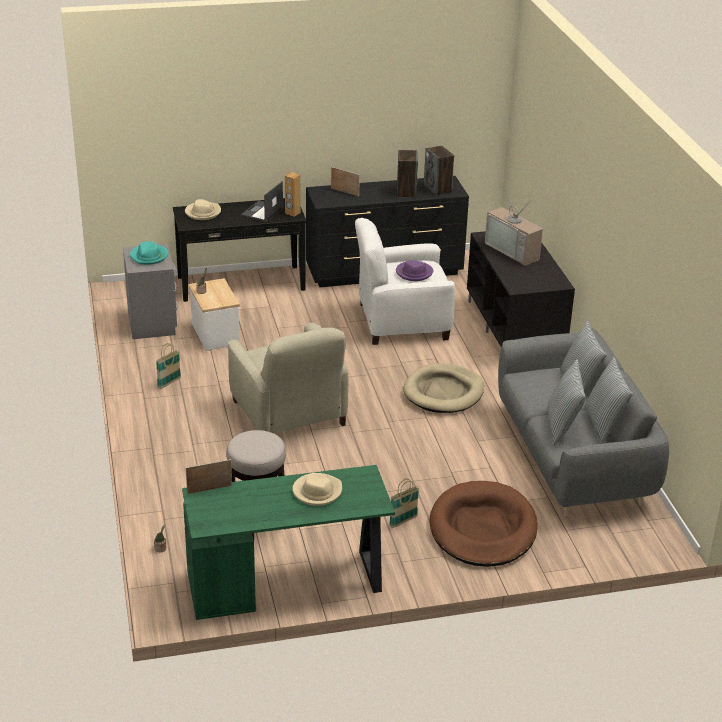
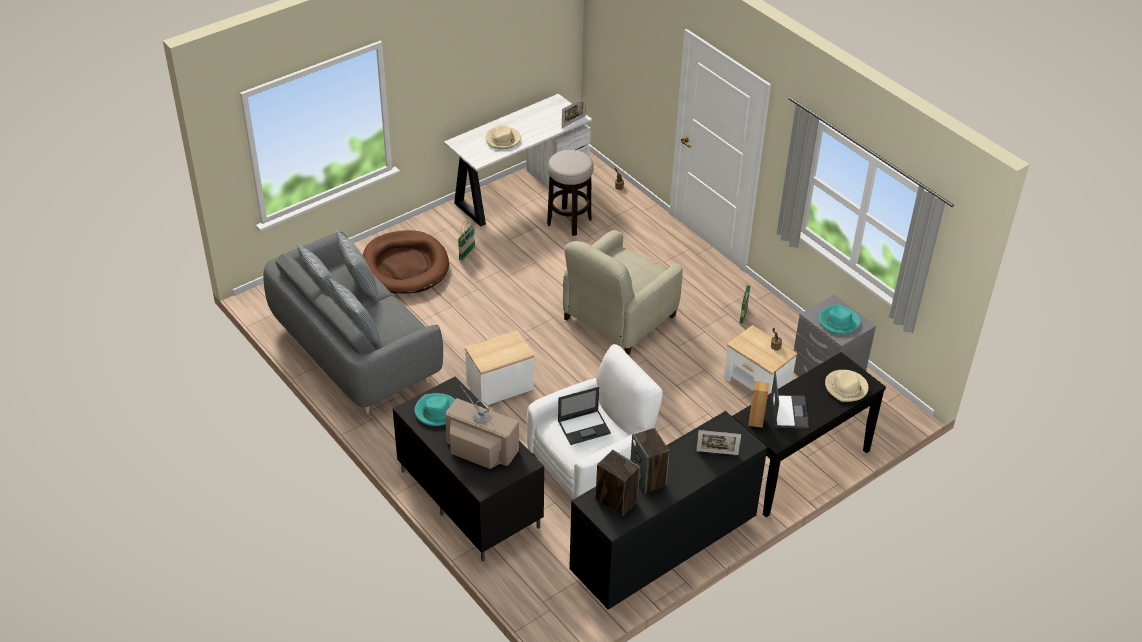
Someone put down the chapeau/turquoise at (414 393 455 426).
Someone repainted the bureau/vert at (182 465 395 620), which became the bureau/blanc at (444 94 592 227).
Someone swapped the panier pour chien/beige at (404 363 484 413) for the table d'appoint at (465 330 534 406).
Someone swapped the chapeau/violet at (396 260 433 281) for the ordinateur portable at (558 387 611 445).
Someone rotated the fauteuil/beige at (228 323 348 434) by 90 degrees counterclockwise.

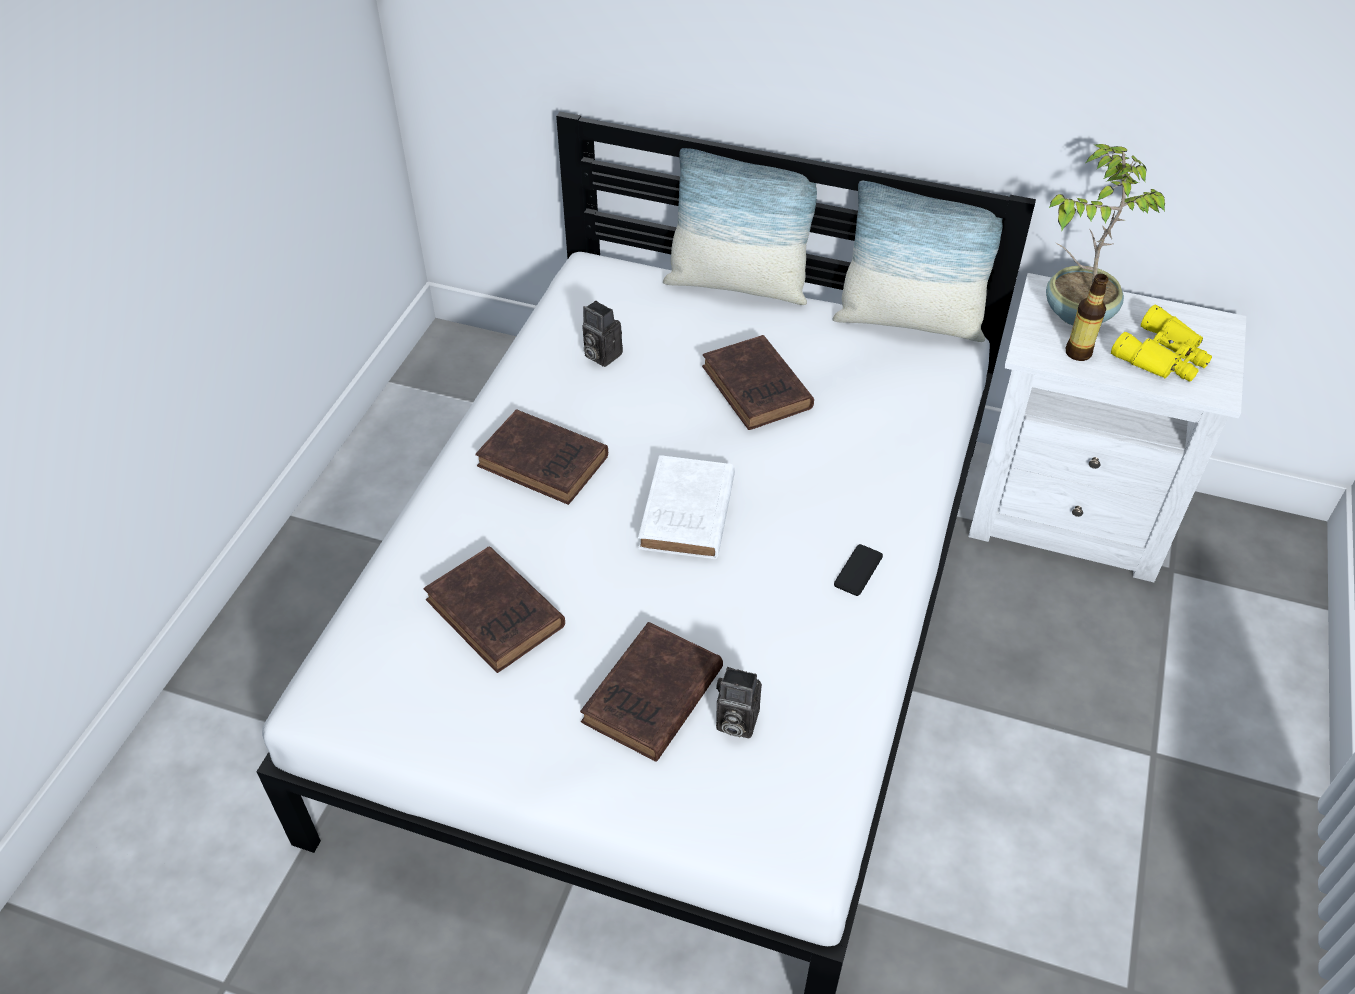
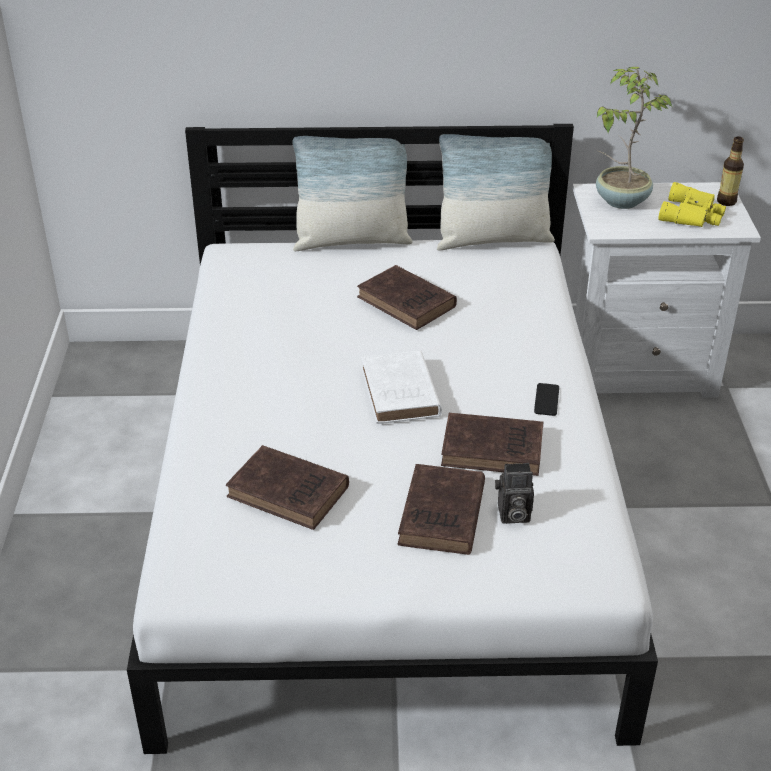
Someone carried the livre/marron from (475 409 608 505) to (441 413 543 476).
Someone carried the bouteille from (1066 274 1109 361) to (717 136 744 206).
Someone took away the appareil photo at (582 301 623 367).

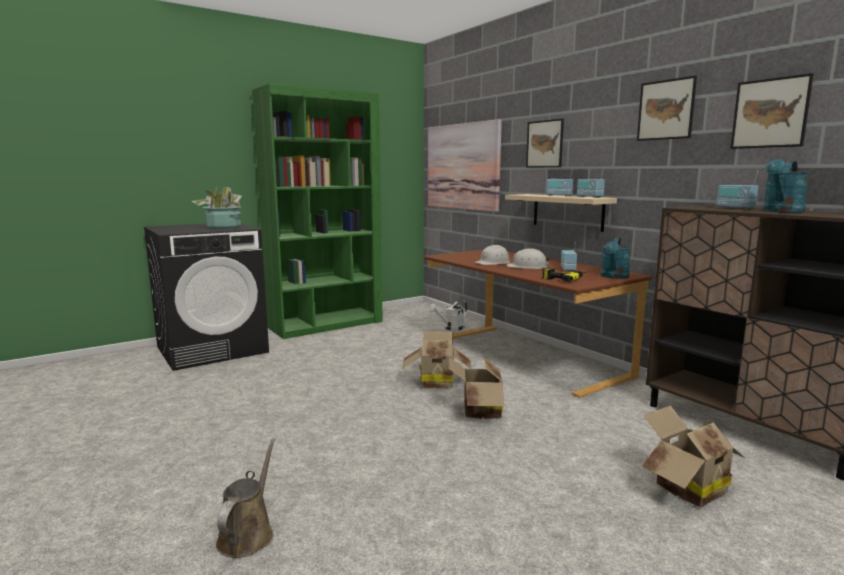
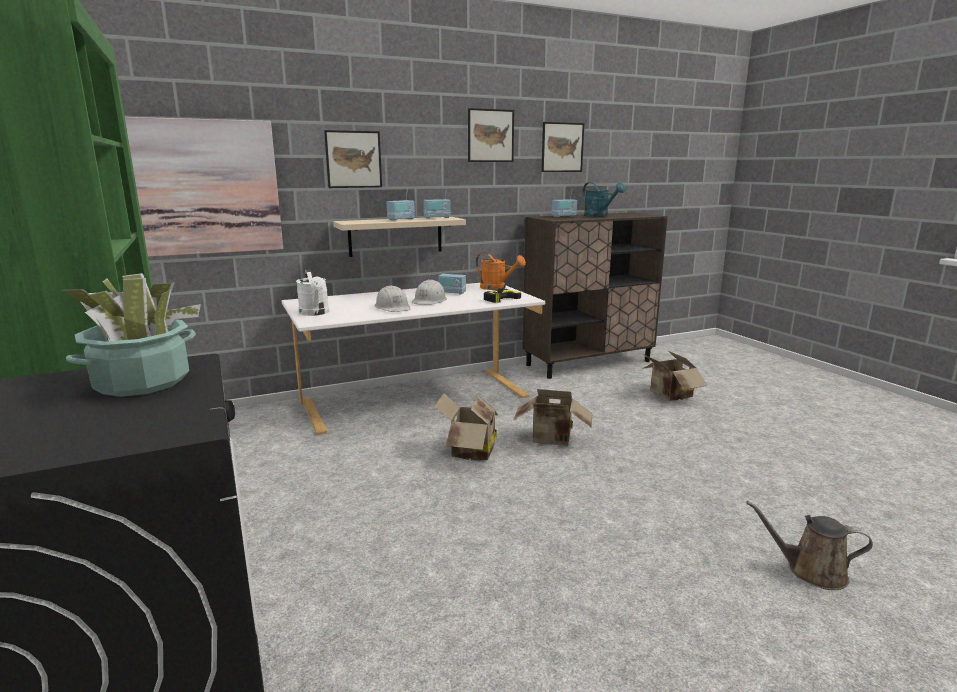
Someone repainted the bureau/marron at (424 250 652 398), which became the bureau/blanc at (282 283 545 435).
Someone carried the arrosoir/blanc from (429 300 467 331) to (296 269 329 316).
Someone repainted the arrosoir/turquoise at (601 237 631 279), which became the arrosoir/orange at (476 252 526 290).

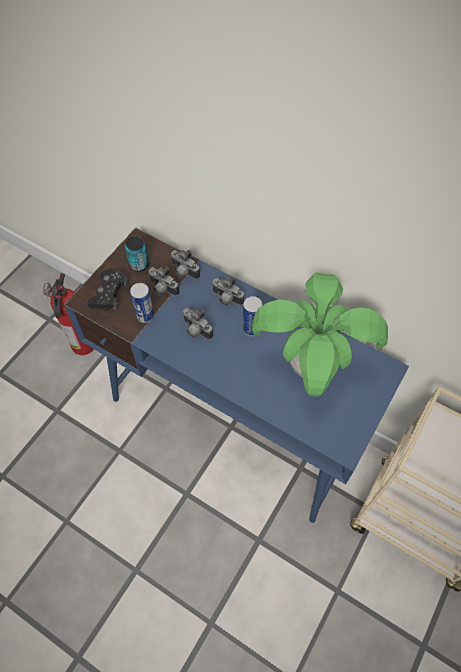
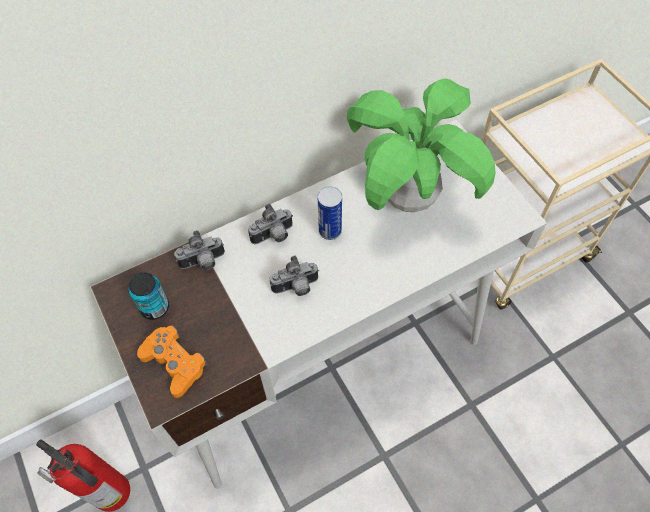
Someone repainted the bureau/bleu at (64 227 409 523), which became the bureau/blanc at (90 120 547 489).
Someone repainted the manette/noir at (87 269 129 311), which became the manette/orange at (137 326 208 398).
Someone took away the boîte métallique at (130 283 154 323).
Someone took away the appareil photo at (148 267 179 296).

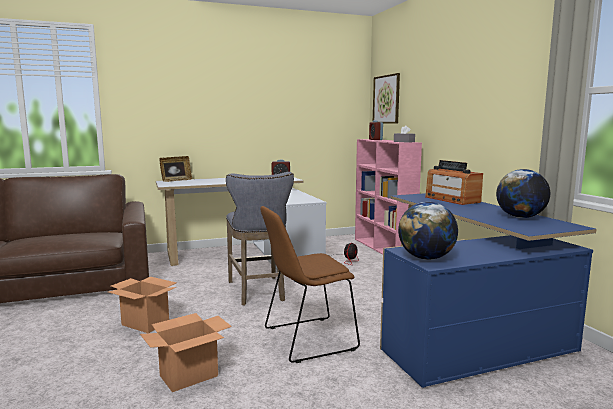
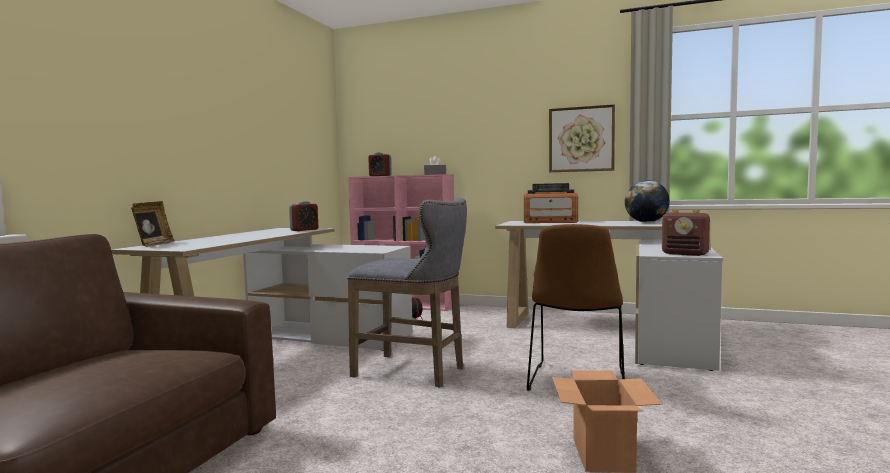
Someone repainted the bureau/bleu at (380 193 596 388), which became the bureau/blanc at (495 221 723 371).
Someone carried the tableau from (373 73 400 124) to (549 104 615 172).
Someone swapped the globe at (398 202 458 260) for the radio at (662 210 710 256).
Someone took away the carton at (109 277 177 333).

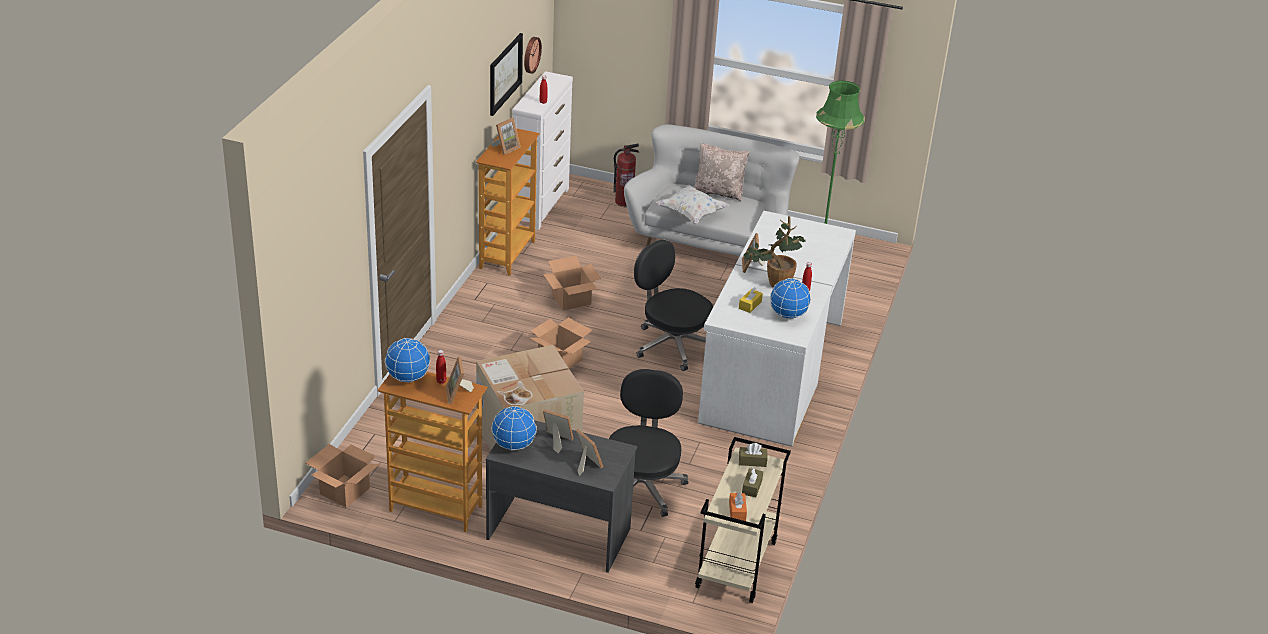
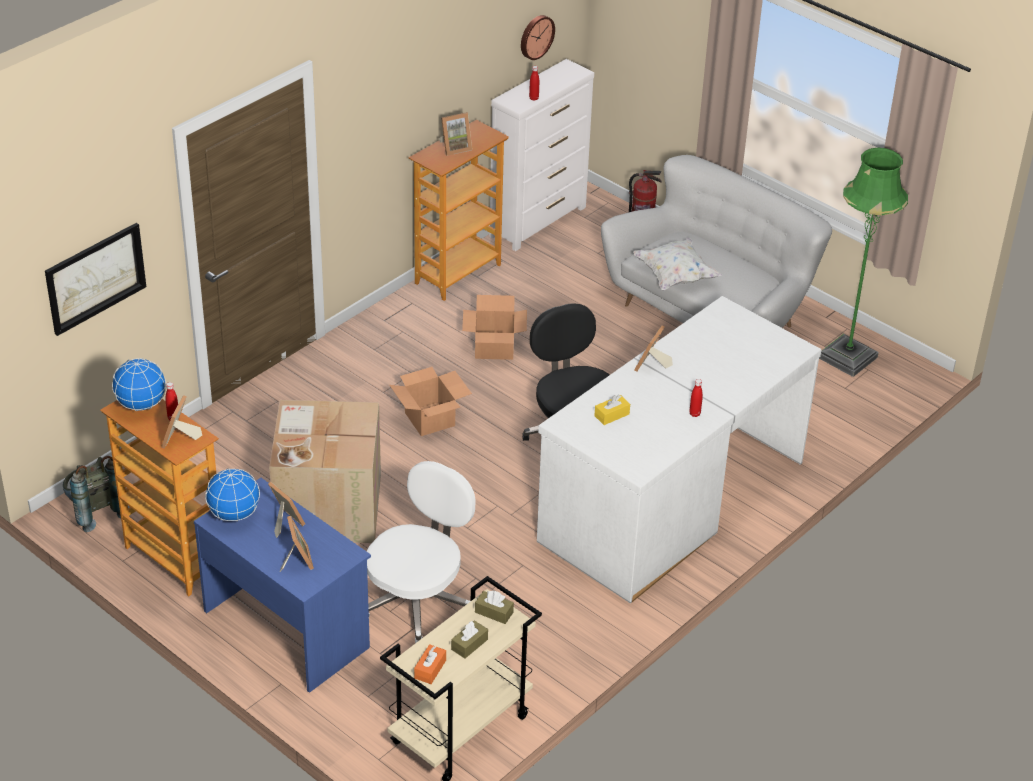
Someone carried the tableau from (490 33 523 116) to (45 223 146 336).
Someone swapped the carton at (306 444 380 508) for the sac à dos/gris at (63 456 129 532).
Someone repainted the bureau/gris at (486 420 637 573), which became the bureau/bleu at (194 478 371 693).
Someone repainted the chaise de bureau/noir at (609 369 688 517), which became the chaise de bureau/blanc at (367 461 475 643).
Someone took away the coussin/beige at (694 143 750 202).
Someone took away the plante en pot at (743 216 806 287).
Someone took away the globe at (770 278 811 319).

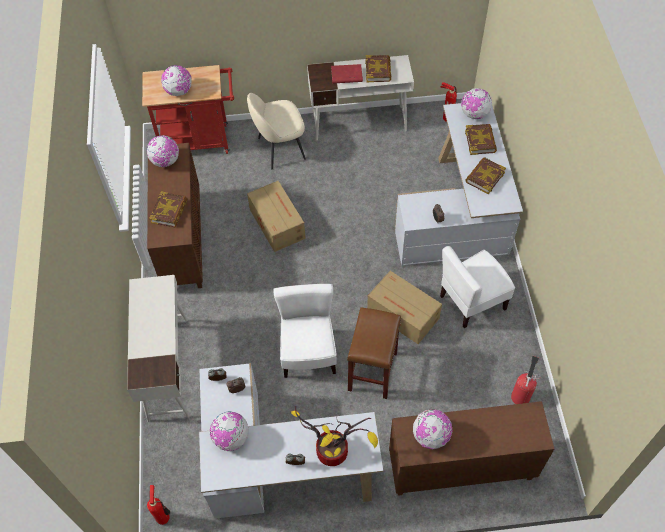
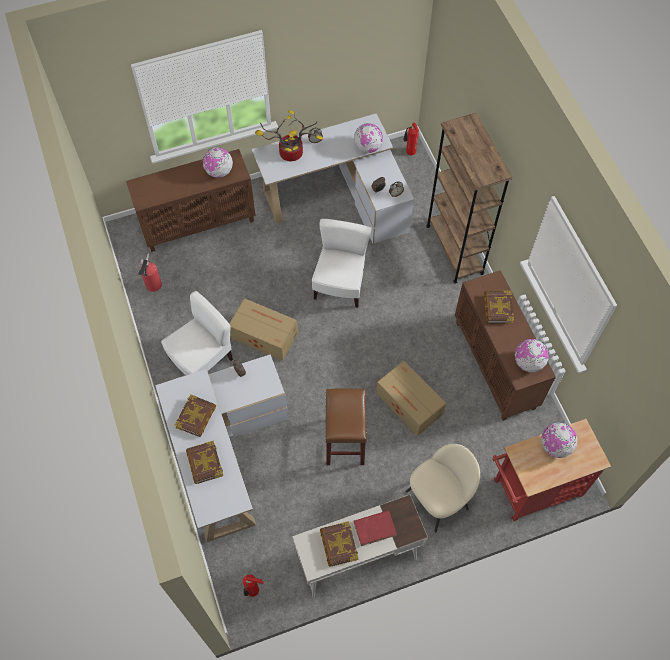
Someone rotated the chaise/blanc at (273 284 337 378) by 150 degrees counterclockwise.
Someone carried the tabouret/marron from (347 307 401 399) to (325 388 367 465).
Someone swapped the bureau/blanc at (127 275 190 422) for the bibliothèque/marron at (426 113 512 284).
Someone took away the globe at (461 88 492 119).

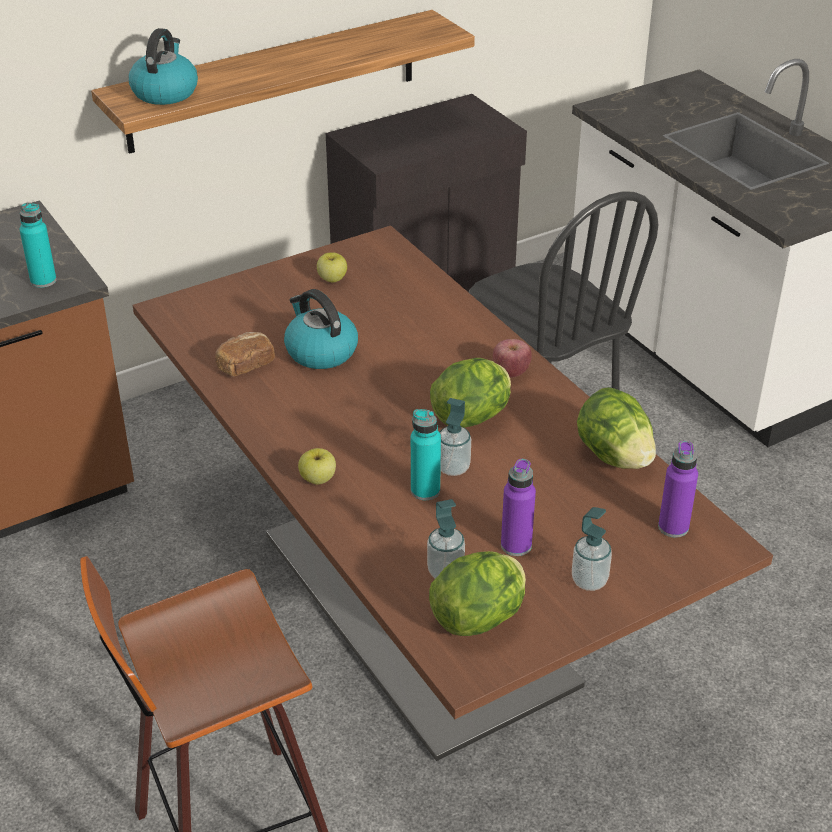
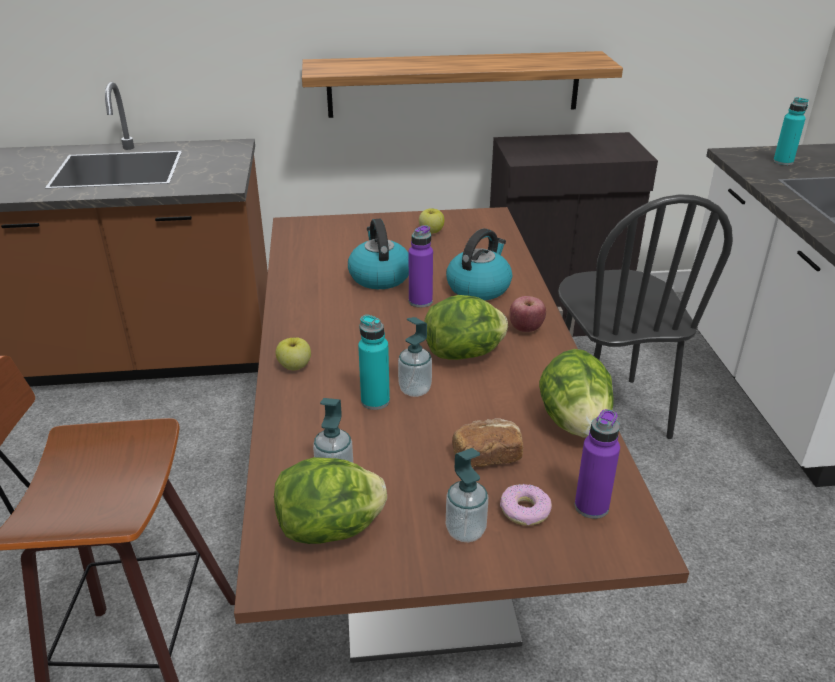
Someone carried the bouteille/violet from (501 459 536 556) to (409 225 433 308).
Someone carried the bouilloire from (129 28 198 105) to (446 228 512 300).
Someone carried the pain from (215 332 275 376) to (452 418 523 467).
Someone put down the beignet at (500 484 552 526).
Someone carried the bouteille/turquoise from (19 203 57 288) to (773 97 809 165).

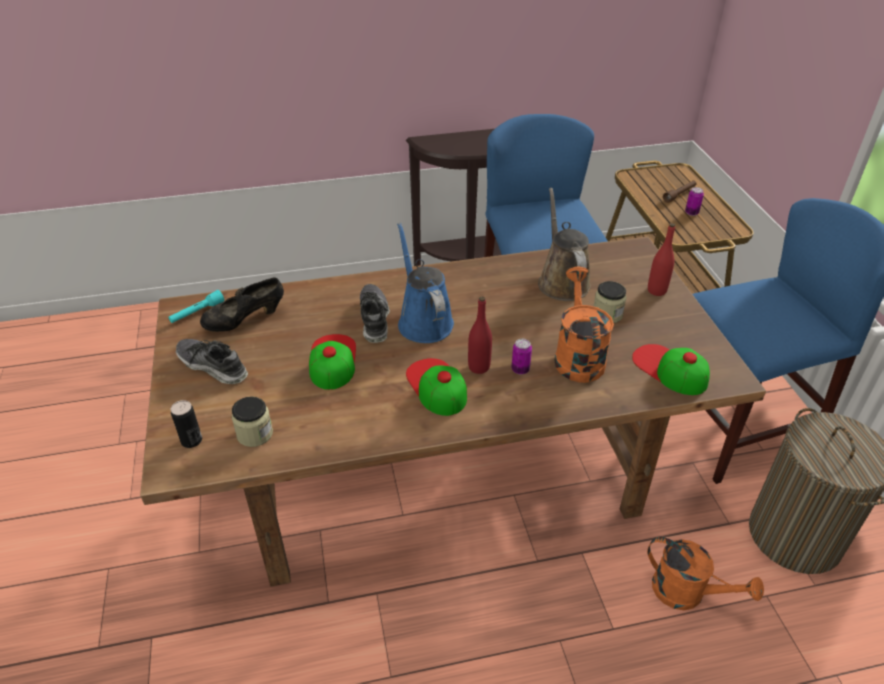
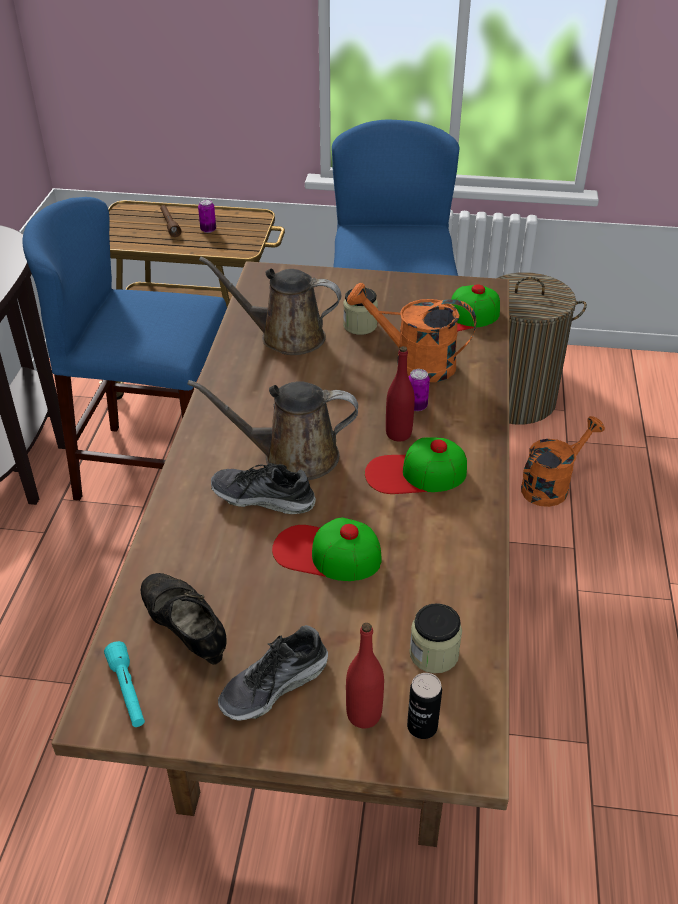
Someone rotated the chaussure/noir at (200 278 284 332) by 150 degrees clockwise.
Someone repainted the arrosoir/bleu at (397 223 454 343), which became the arrosoir/marron at (187 380 358 480).
Someone carried the bouteille/rouge from (648 223 675 296) to (346 623 384 729).

